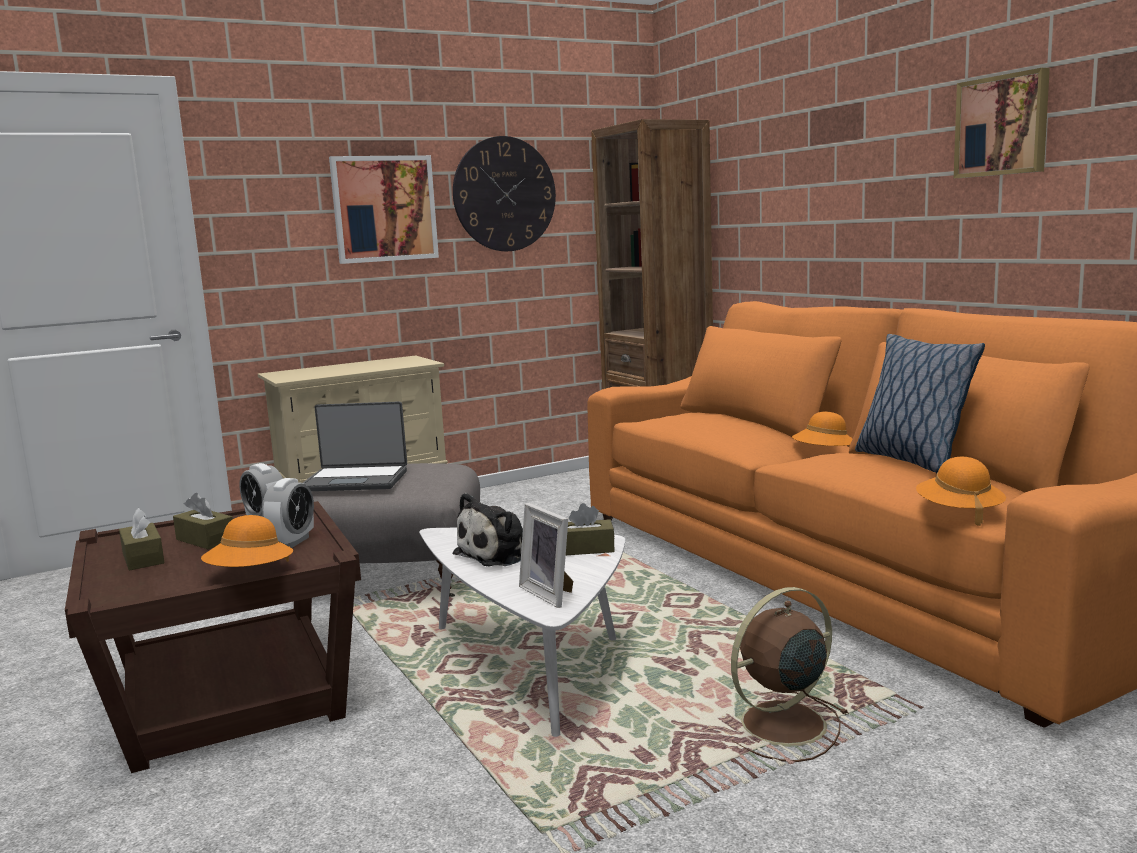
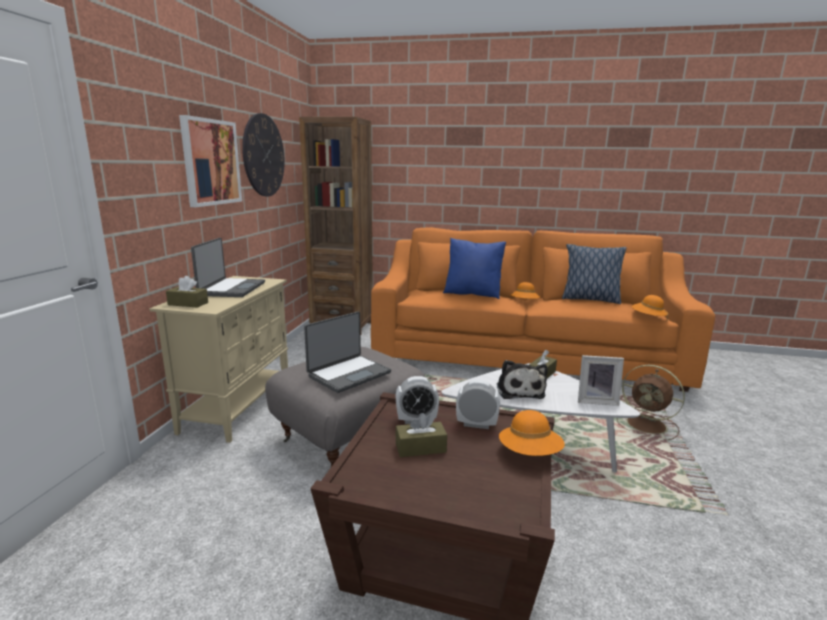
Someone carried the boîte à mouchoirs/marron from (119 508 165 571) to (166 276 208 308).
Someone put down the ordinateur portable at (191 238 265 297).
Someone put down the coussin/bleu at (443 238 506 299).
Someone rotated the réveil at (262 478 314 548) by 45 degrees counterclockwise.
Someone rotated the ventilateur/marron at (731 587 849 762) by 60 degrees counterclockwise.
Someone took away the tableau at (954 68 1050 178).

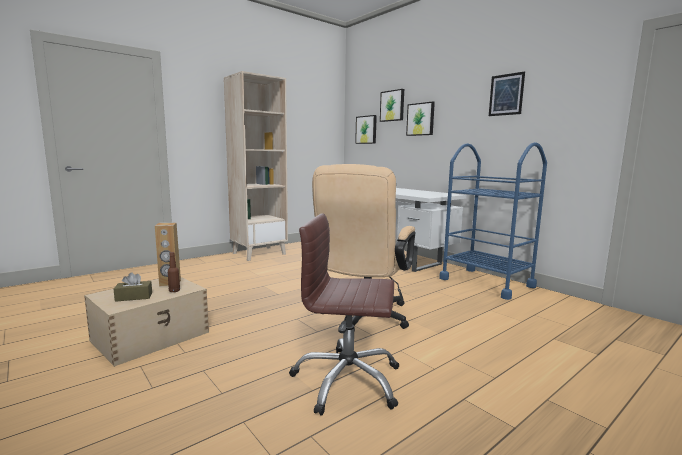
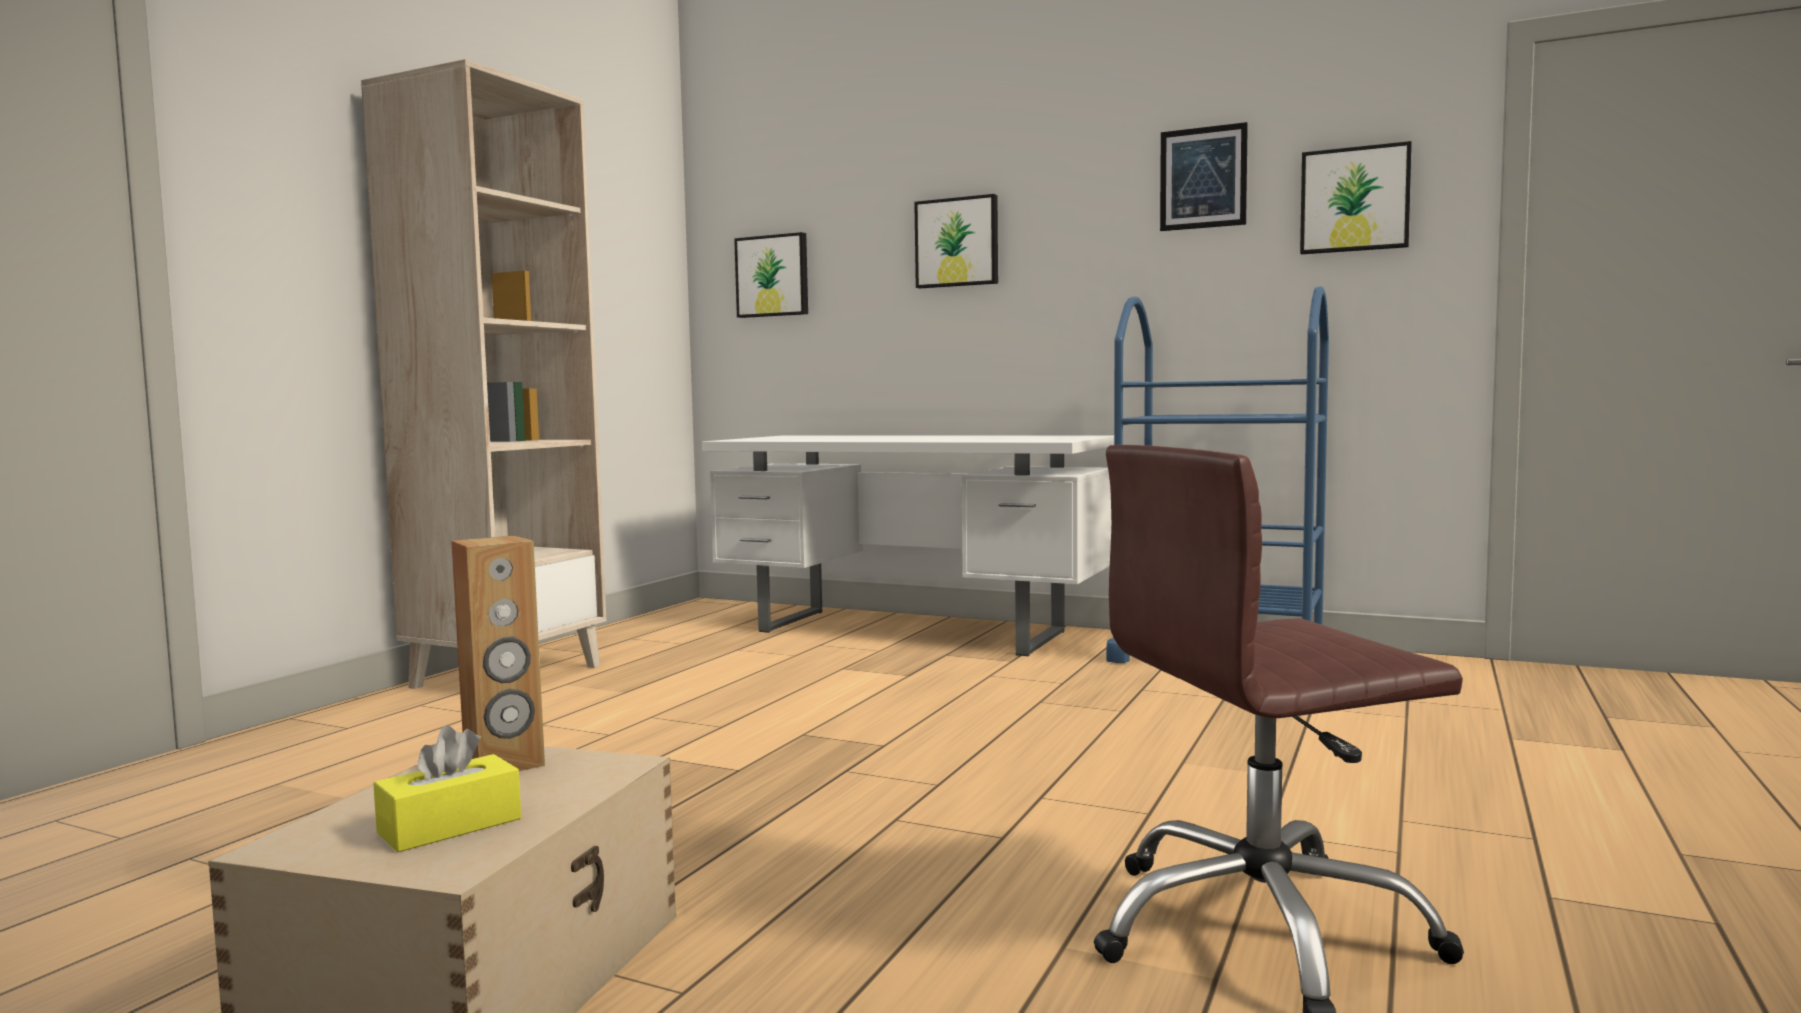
Someone repainted the boîte à mouchoirs/marron at (114 272 152 302), which became the boîte à mouchoirs/jaune at (373 726 521 852).
Someone carried the tableau from (380 89 404 122) to (1300 141 1412 254).
Someone took away the bouteille/marron at (168 252 180 292).
Someone took away the chaise de bureau/beige at (312 164 415 331).

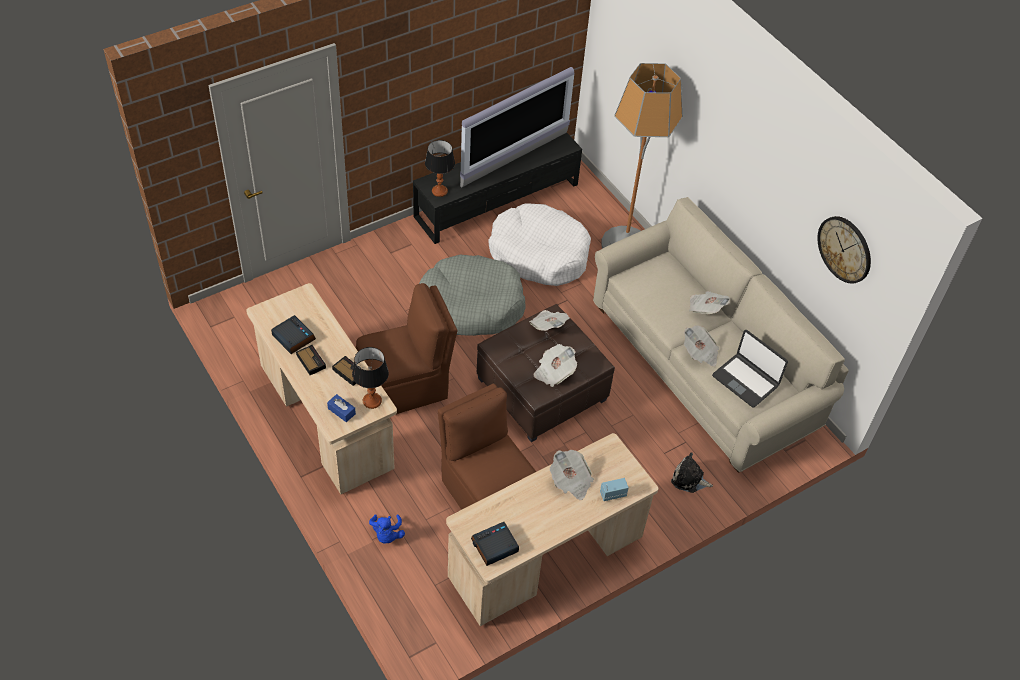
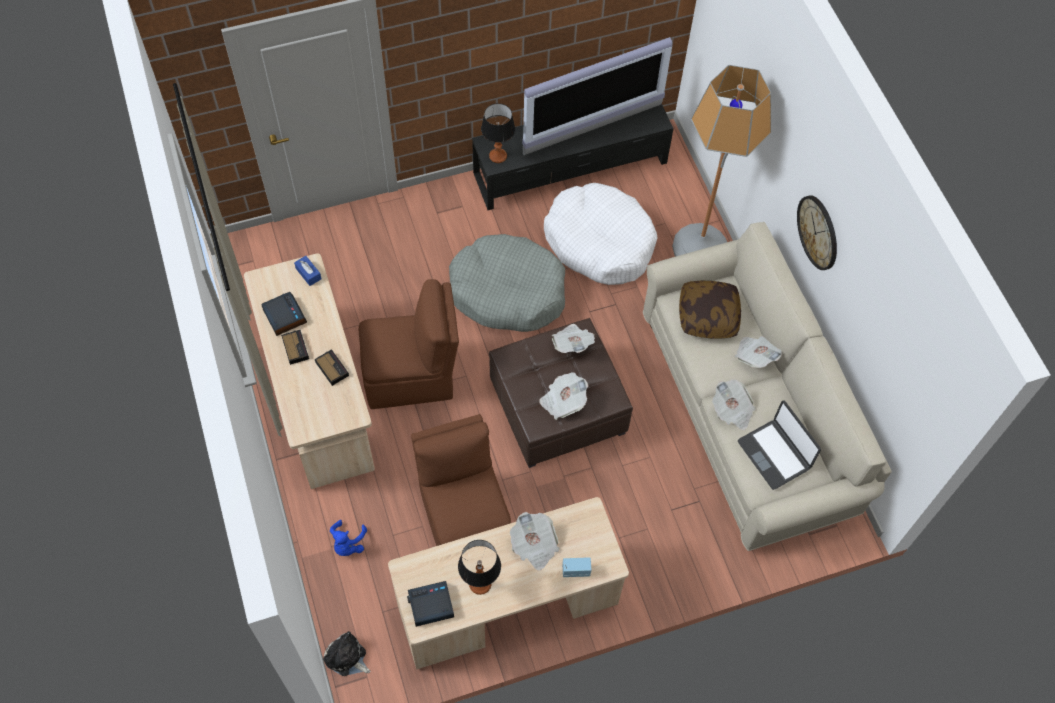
Someone carried the boîte à mouchoirs/bleu from (327 394 356 422) to (294 256 321 286).
Someone carried the peluche from (671 453 713 493) to (323 631 371 676).
Someone carried the lampe de table from (352 347 389 409) to (458 540 501 595).
Someone put down the coussin at (679 281 741 339).
Someone carried the horloge murale from (817 216 871 284) to (797 195 837 270).

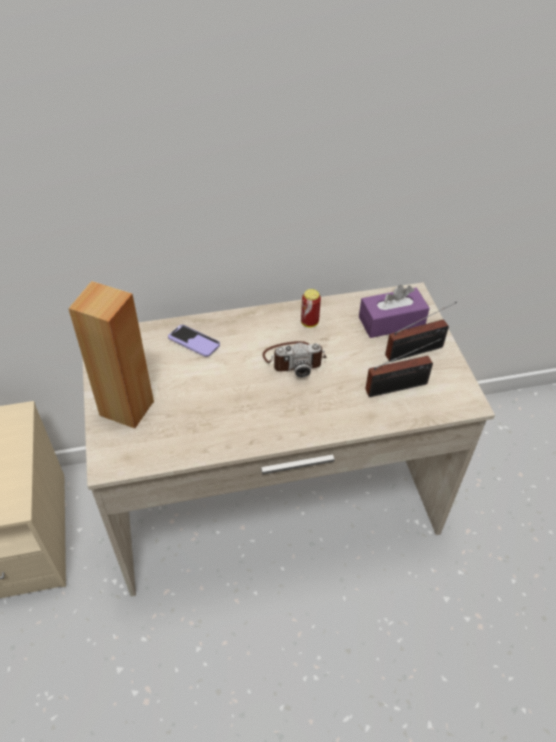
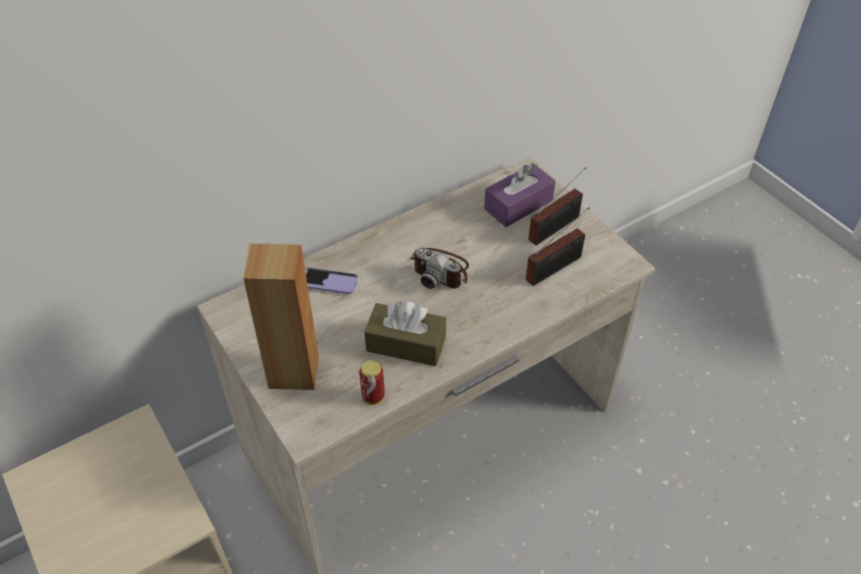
Someone carried the boîte métallique from (301 289 321 327) to (359 360 385 405).
Someone put down the boîte à mouchoirs/marron at (364 301 446 366).
Someone rotated the appareil photo at (262 341 327 378) by 60 degrees clockwise.

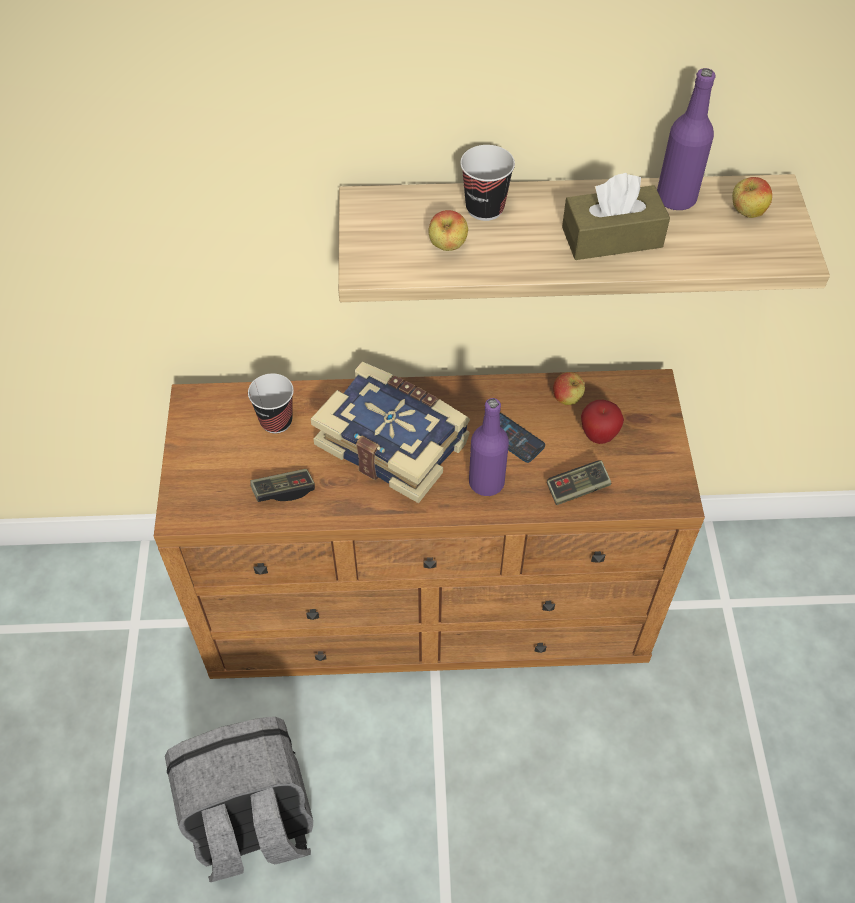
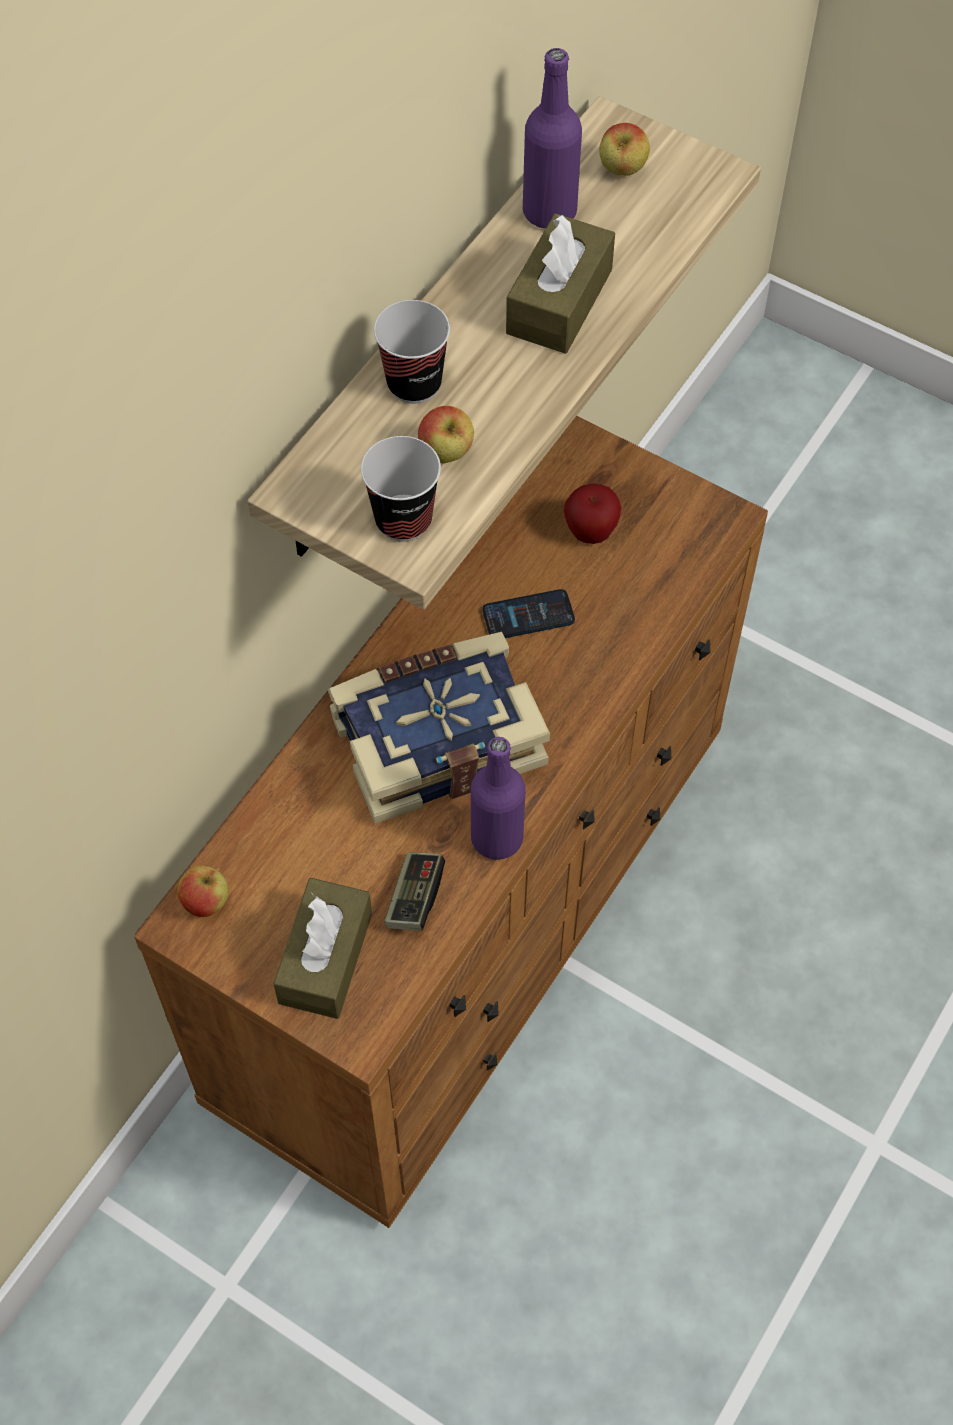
Someone carried the pomme from (553 372 585 405) to (178 866 229 917).
Someone put down the boîte à mouchoirs/marron at (273 878 372 1019).
Someone carried the tasse from (248 373 294 434) to (361 436 441 542).
Someone carried the bouteille/violet from (469 398 509 496) to (471 737 525 860).
Someone took away the sac à dos/gris at (165 717 313 882).
Someone took away the manette at (547 460 611 505).

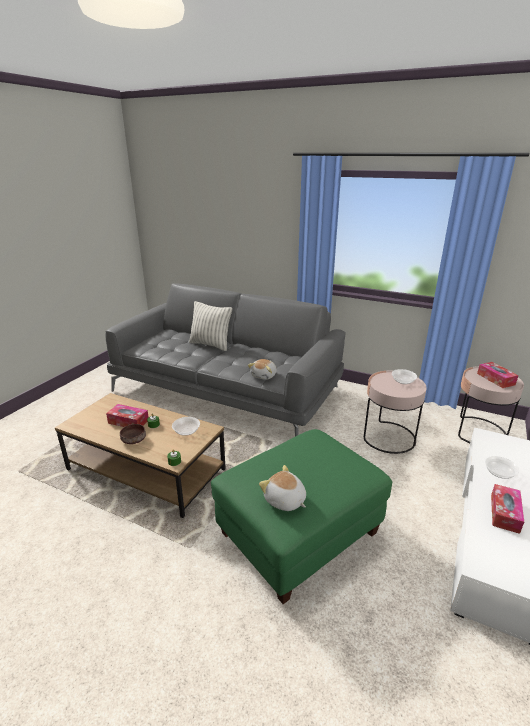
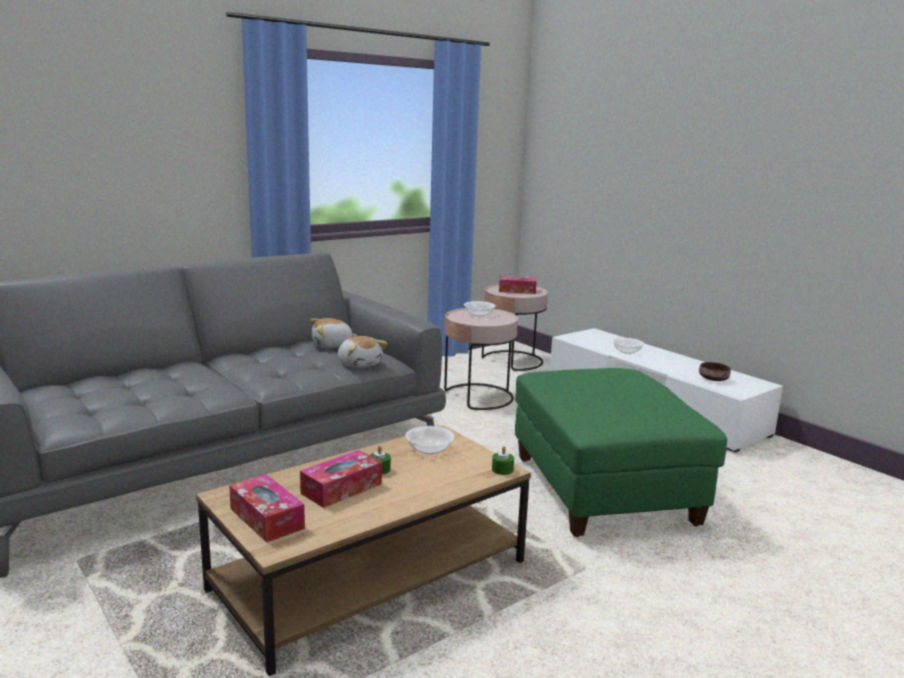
Someone carried the boîte à mouchoirs from (491 484 524 534) to (229 474 305 542).
Someone carried the peluche from (259 465 306 511) to (310 318 358 348).
Someone carried the bol/marron from (120 424 146 444) to (699 362 731 381).
Someone took away the coussin at (189 301 232 351).

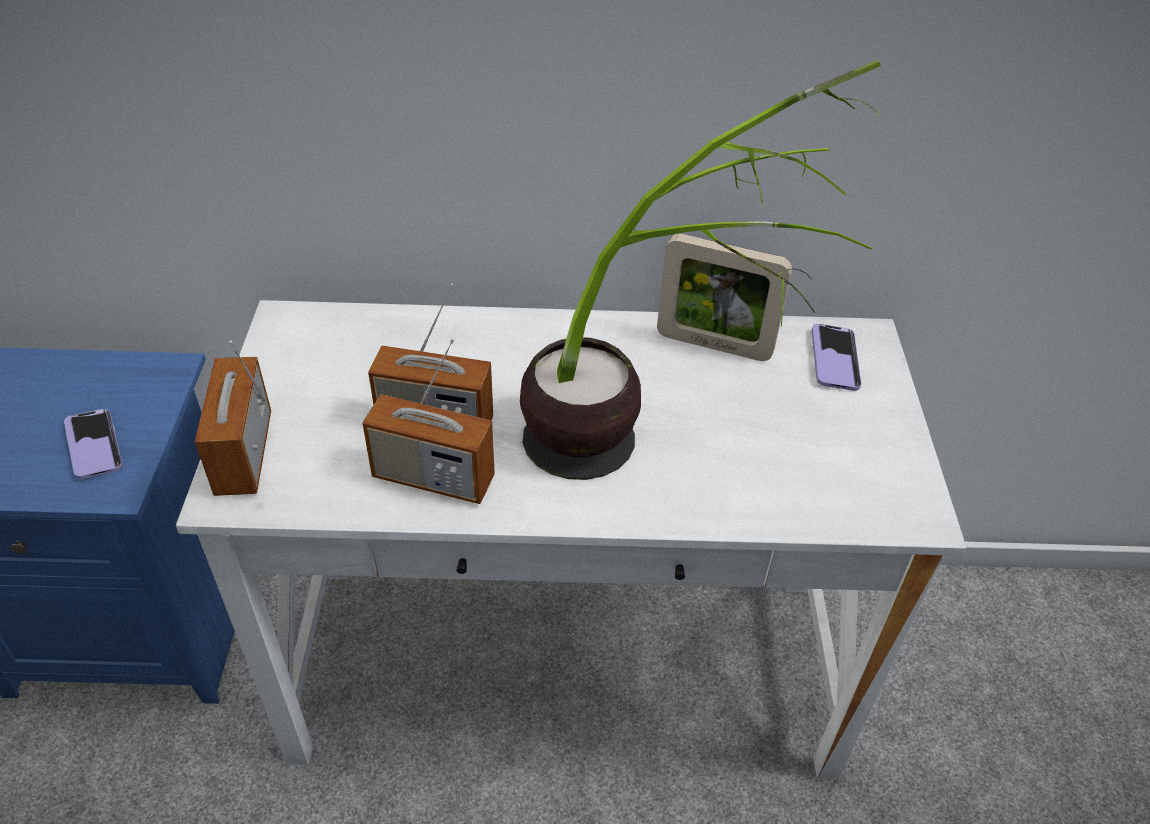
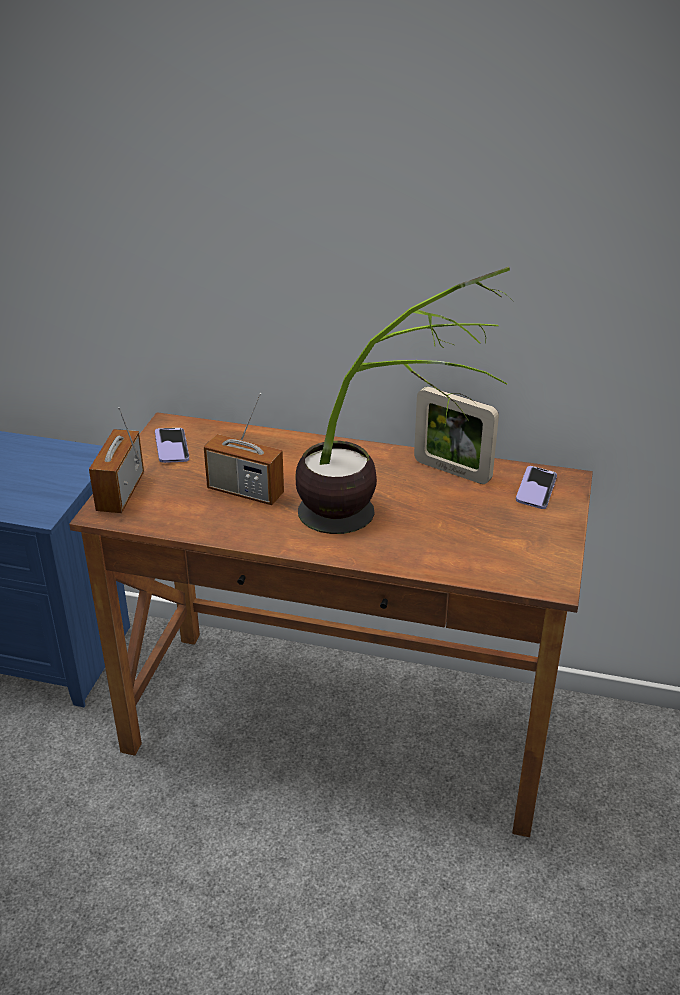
Someone repainted the bureau/blanc at (176 300 967 779), which became the bureau/marron at (69 412 593 837).
Someone carried the téléphone from (64 409 123 479) to (155 428 189 463).
Someone took away the radio at (363 338 495 504).

